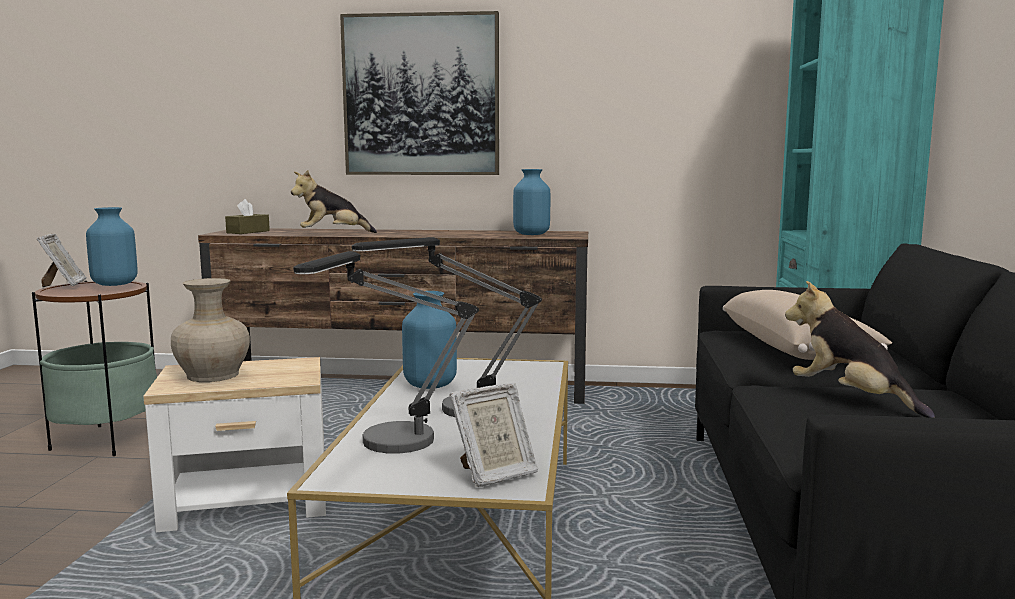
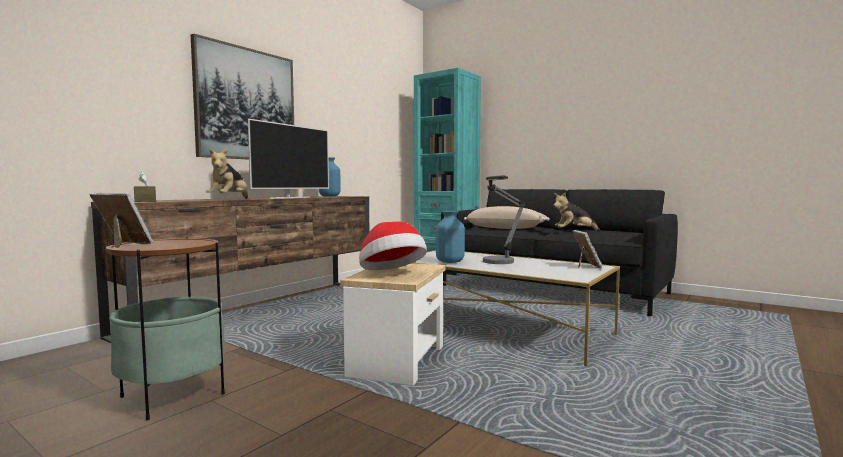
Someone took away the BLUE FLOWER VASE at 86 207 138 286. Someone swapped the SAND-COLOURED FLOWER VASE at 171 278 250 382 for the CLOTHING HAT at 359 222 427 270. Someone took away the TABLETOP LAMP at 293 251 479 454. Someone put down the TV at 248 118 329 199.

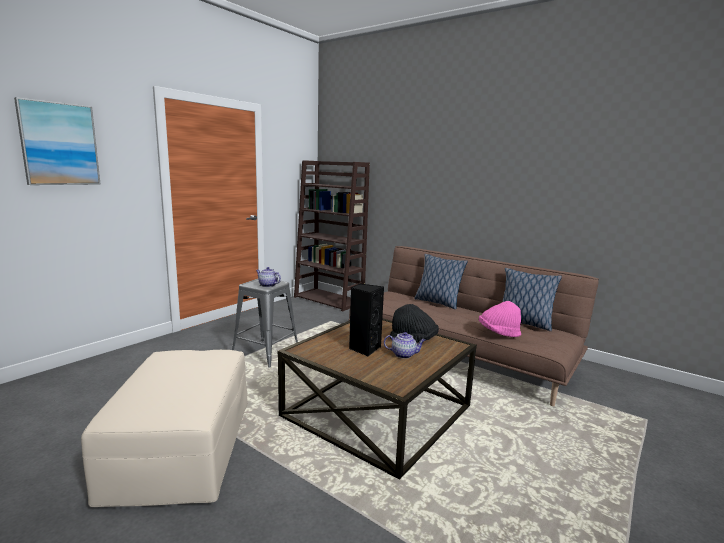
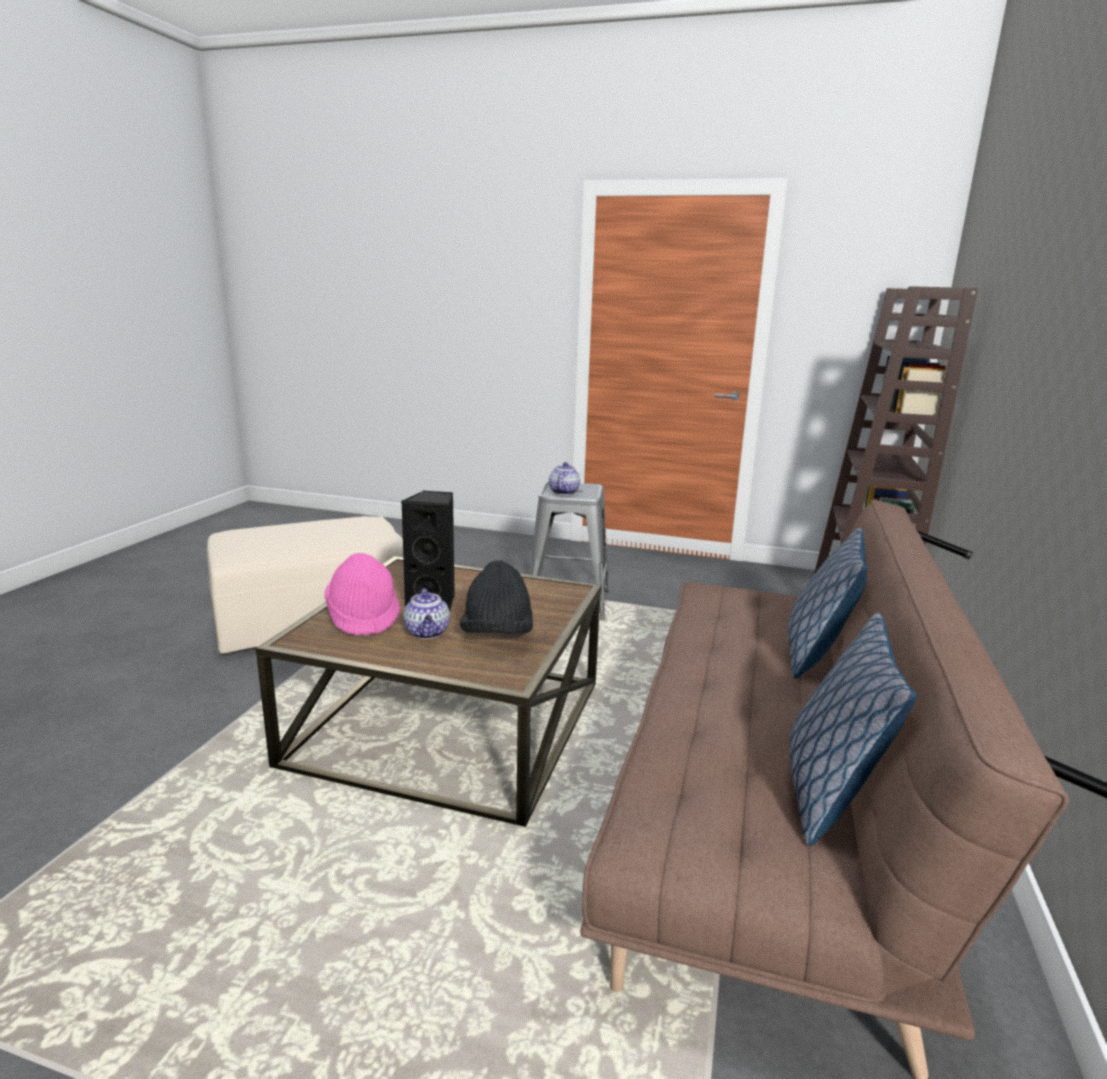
Someone took away the WALL PICTURE at 14 97 101 185. Someone carried the PINK-COLOURED CLOTHING HAT from 479 301 521 337 to 325 553 400 635.

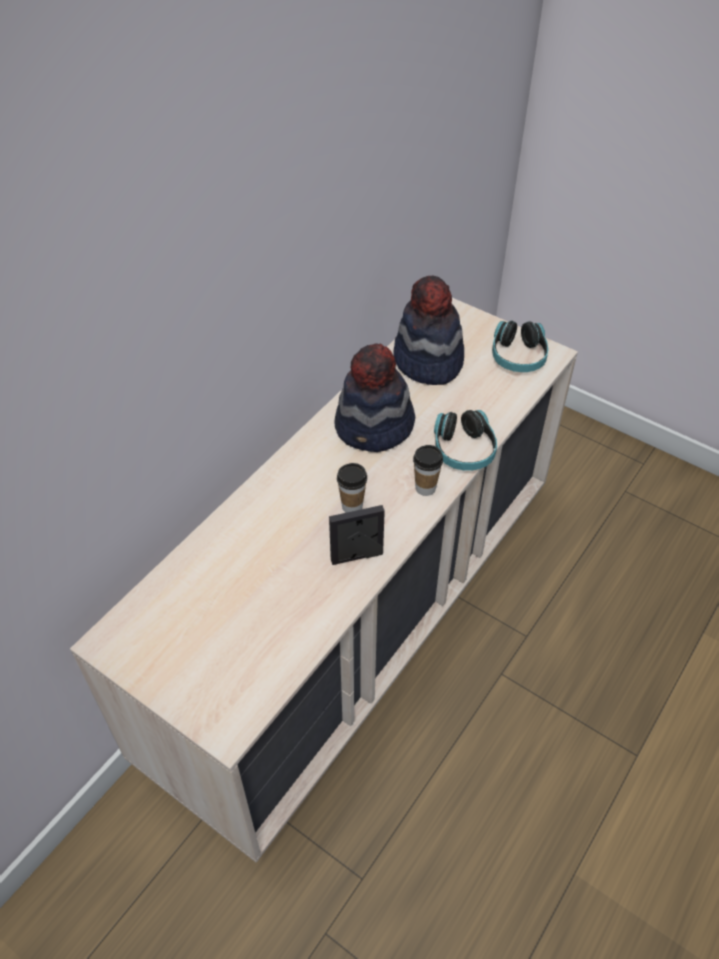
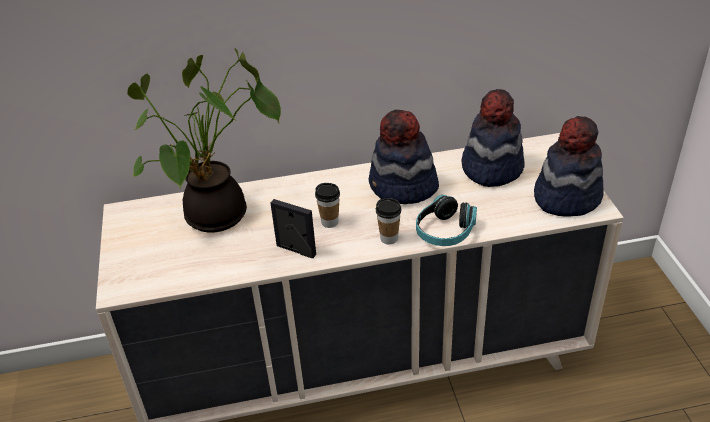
Someone swapped the HEADPHONES at 492 321 548 372 for the CLOTHING HAT at 534 116 604 217. Someone put down the POTTED PLANT at 127 48 281 233.

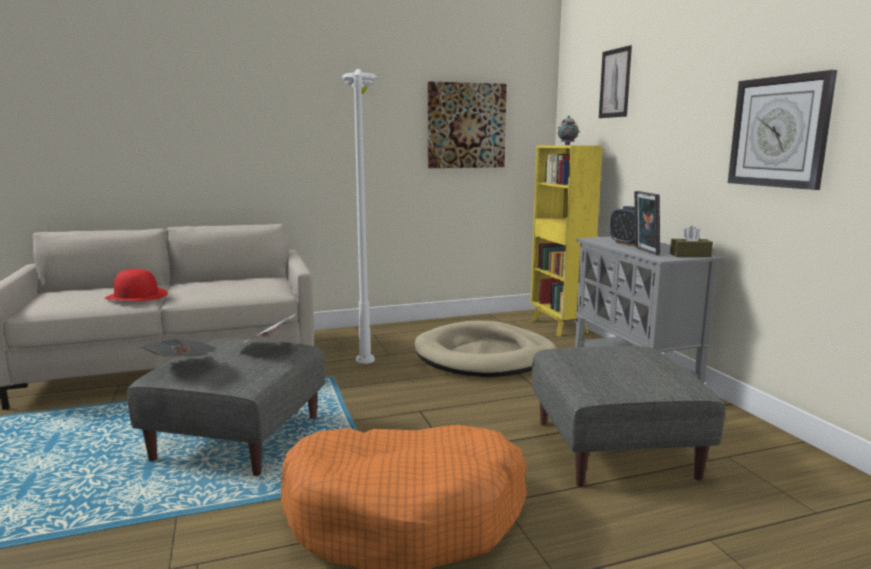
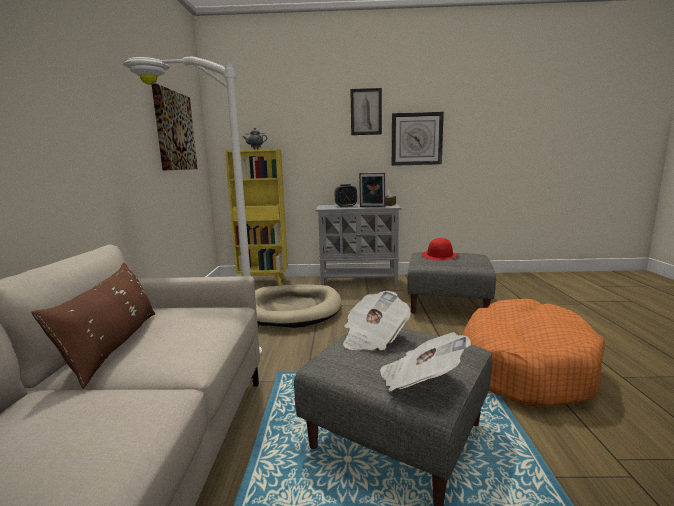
Someone carried the RED-COLOURED CLOTHING HAT from 104 269 168 301 to 422 238 459 261. Someone carried the WALL PICTURE from 599 45 632 118 to 350 88 382 135. Someone put down the BROWN-COLOURED THROW PILLOW at 32 262 155 389.

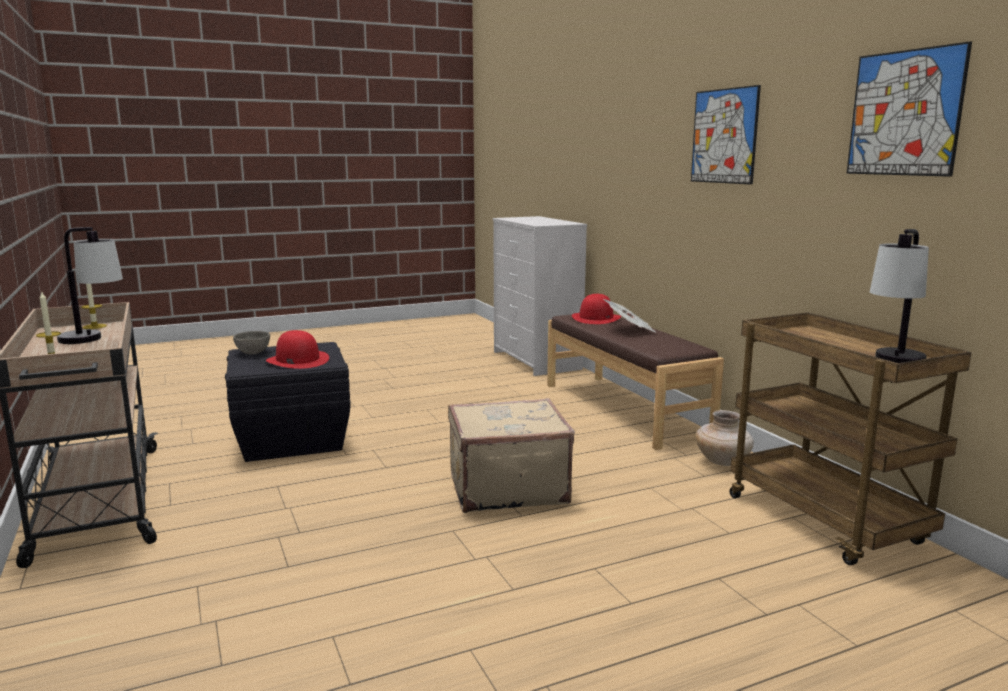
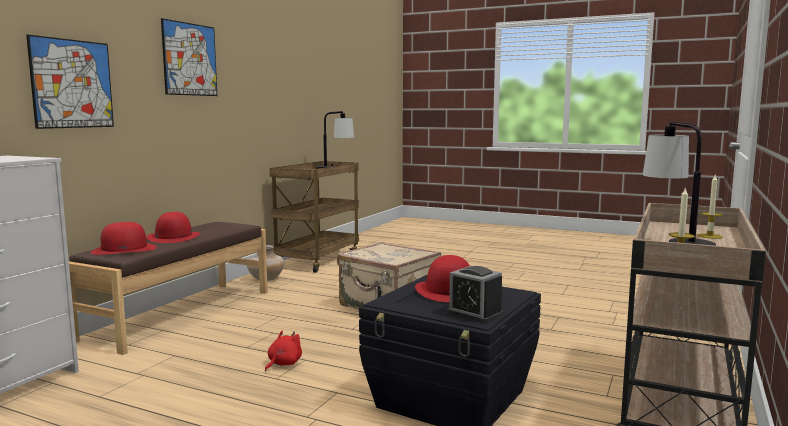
Someone swapped the GRAY SERVING BOWL at 233 331 270 355 for the ALARM CLOCK at 447 266 503 323. Someone swapped the DAILY PAPER at 603 299 657 333 for the RED-COLOURED CLOTHING HAT at 146 212 200 243. Someone carried the WALL PICTURE from 846 41 972 177 to 26 35 114 129. Someone put down the RED-COLOURED CUDDLY TOY at 265 330 302 372.

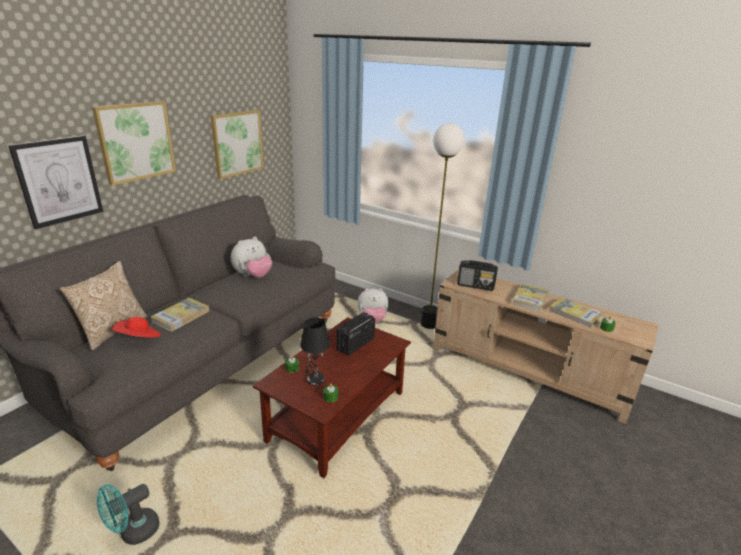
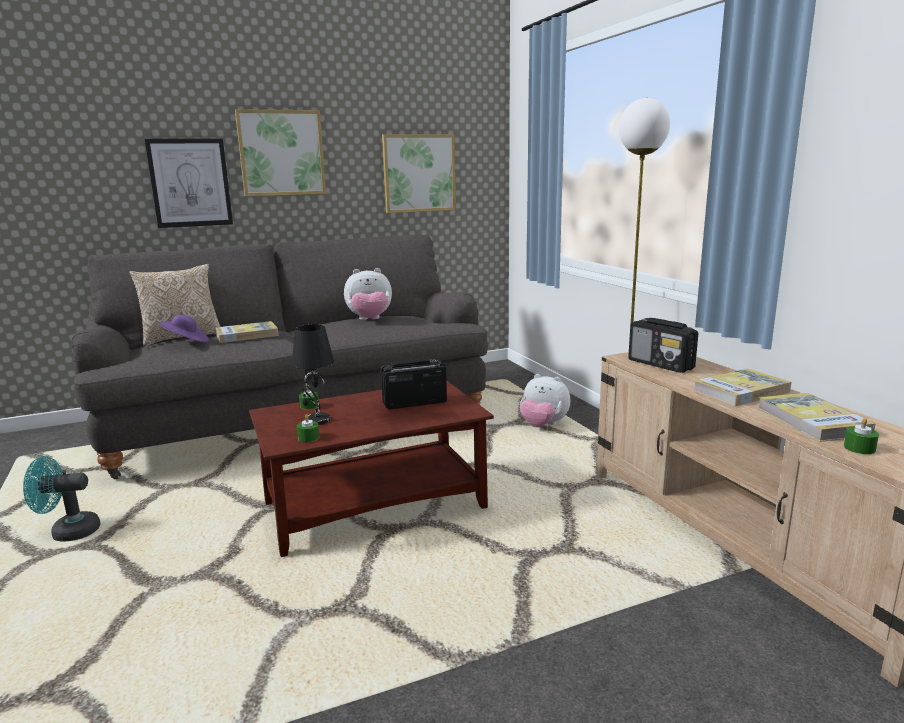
Someone repainted the RED-COLOURED CLOTHING HAT at 112 317 161 338, which became the PURPLISH CLOTHING HAT at 157 315 209 343.

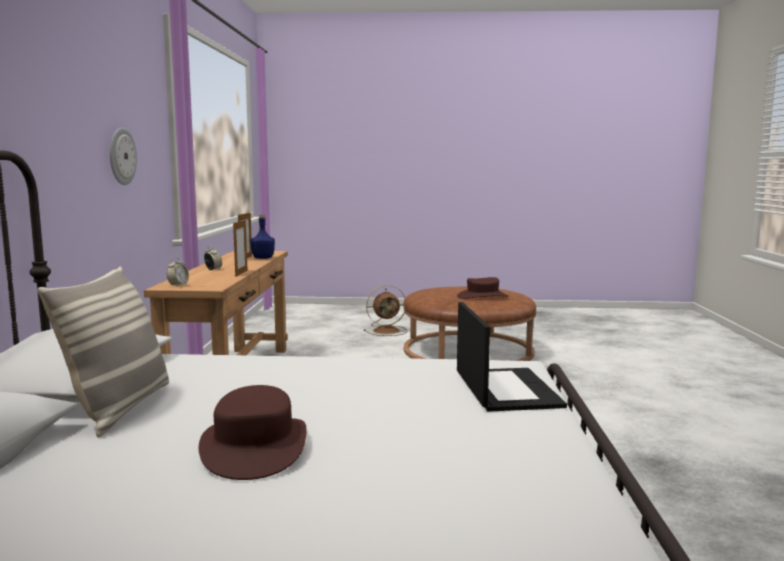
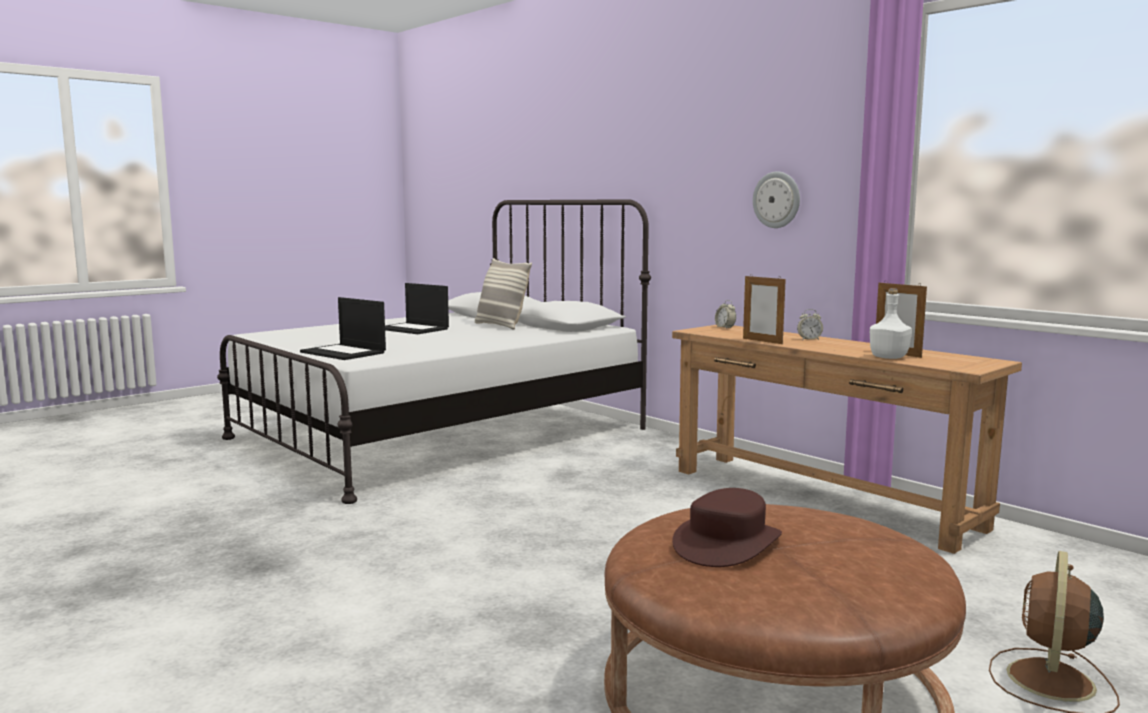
Someone swapped the BROWN-COLOURED CLOTHING HAT at 199 385 306 480 for the NOTEBOOK COMPUTER at 385 283 449 334. Someone repainted the BLUE BEVERAGE BOTTLE at 251 215 275 259, which became the WHITISH BEVERAGE BOTTLE at 870 288 912 359.

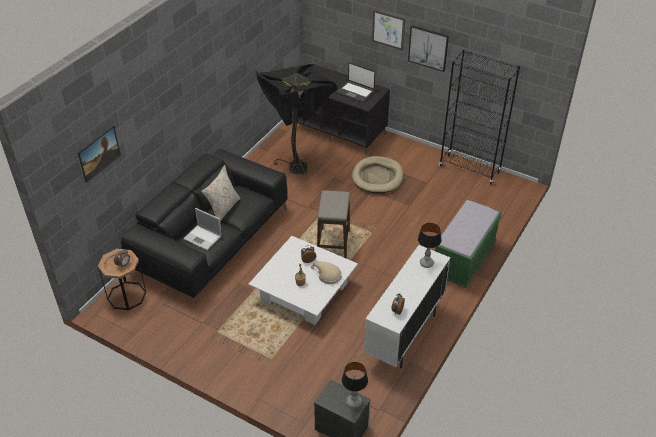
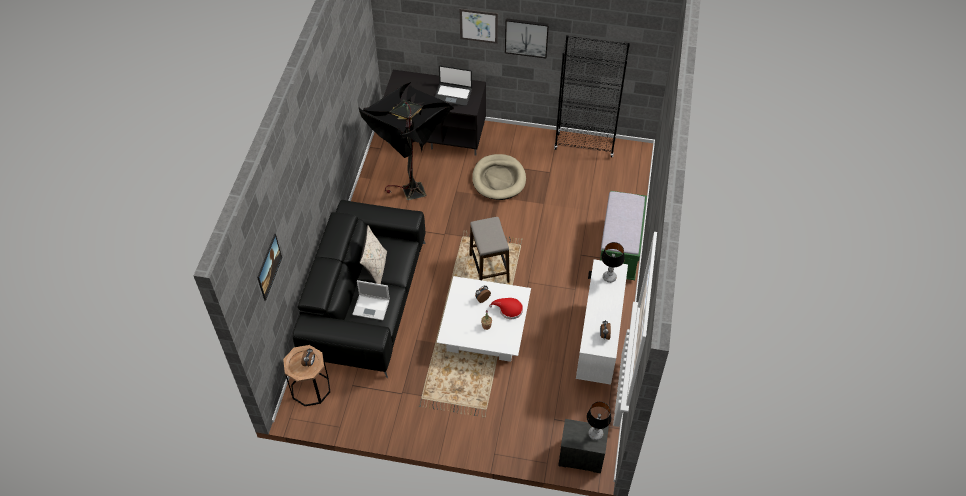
Someone repainted the SAND-COLOURED CLOTHING HAT at 311 262 342 284, which became the RED-COLOURED CLOTHING HAT at 489 298 523 319.

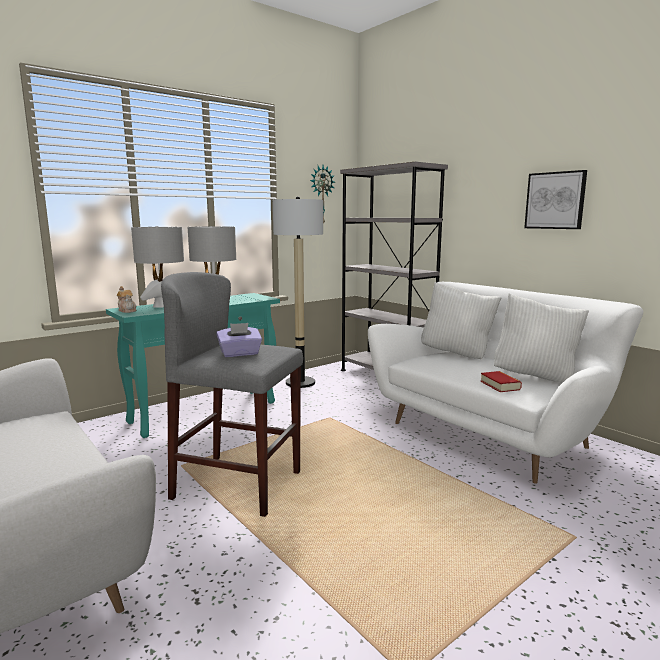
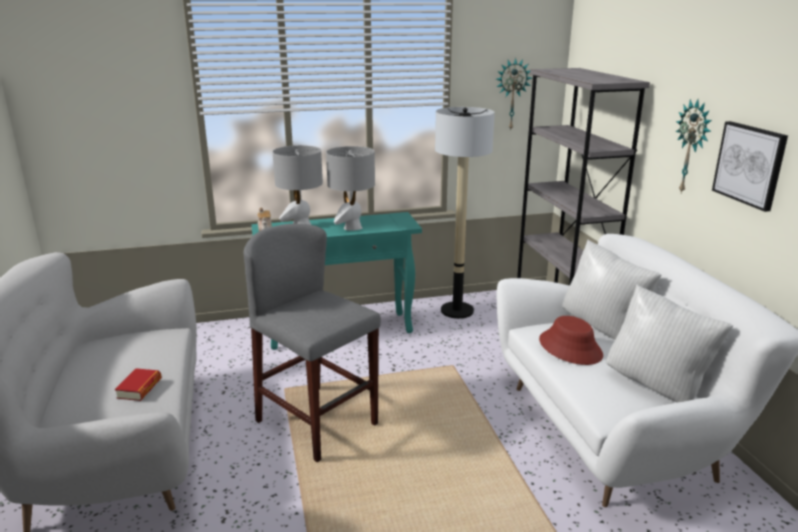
Someone took away the PURPLISH BOX OF TISSUES at 216 323 262 357. Someone carried the BOUND BOOK from 480 371 522 392 to 115 368 162 401. Someone put down the RED-COLOURED CLOTHING HAT at 539 316 603 365. Someone put up the CLOCK ON THE WALL at 676 99 712 193.

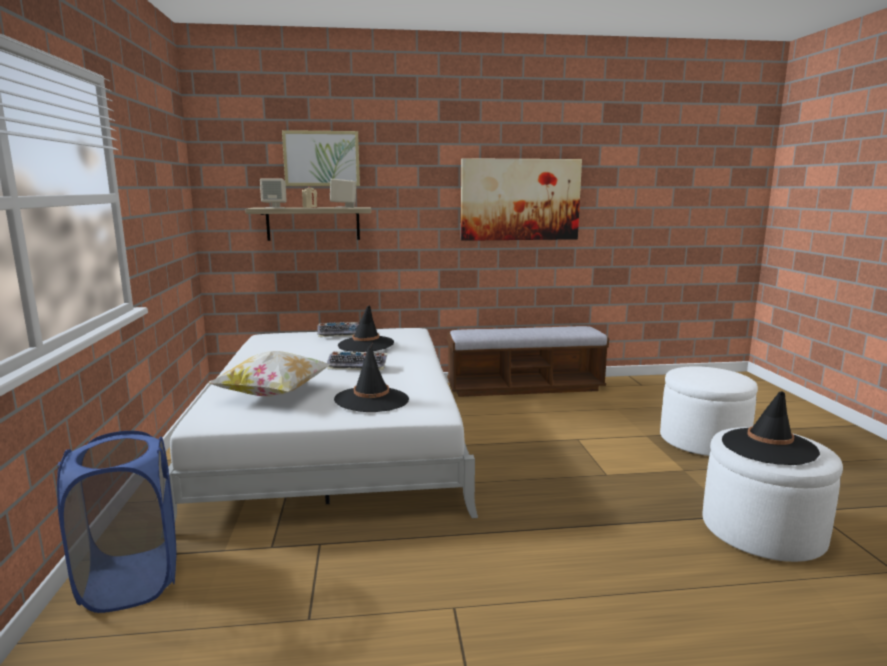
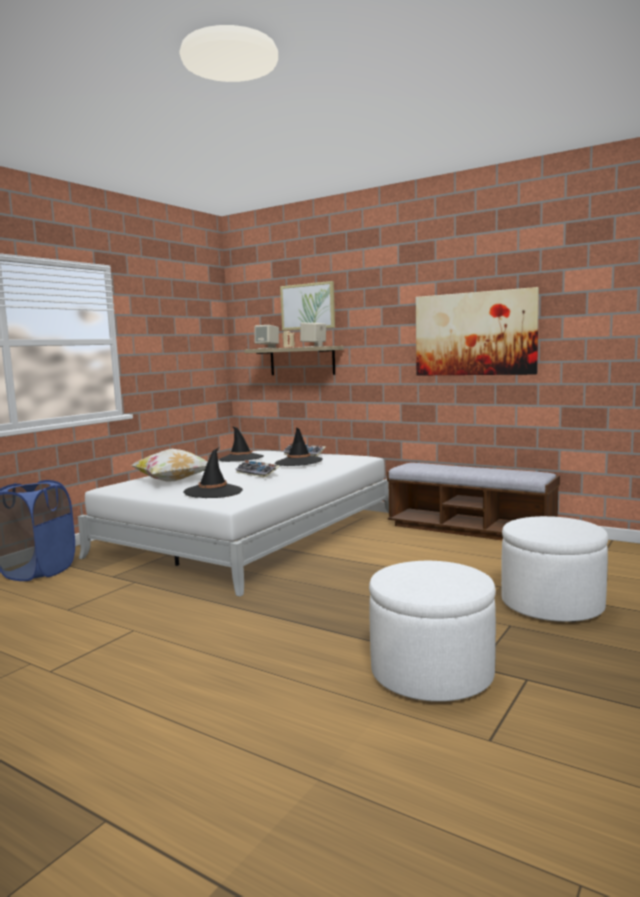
Someone carried the BLACK CLOTHING HAT from 722 391 820 465 to 218 426 263 462.

